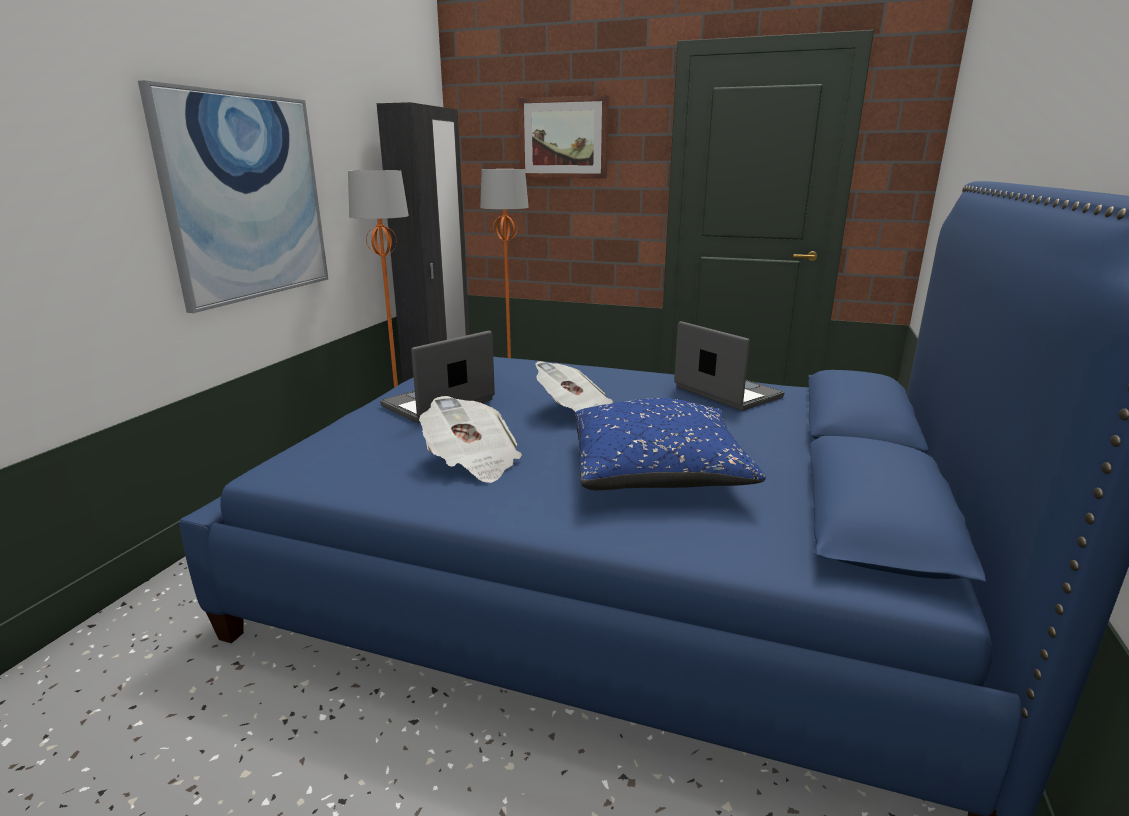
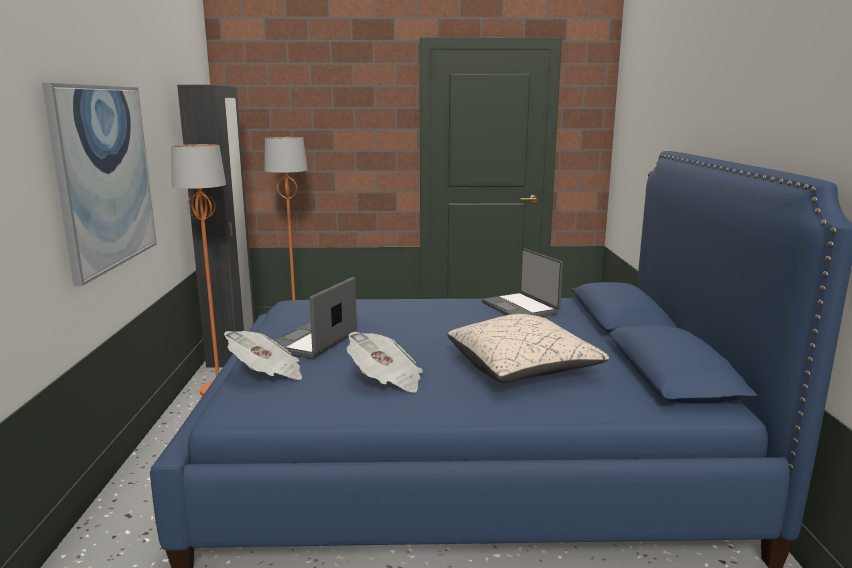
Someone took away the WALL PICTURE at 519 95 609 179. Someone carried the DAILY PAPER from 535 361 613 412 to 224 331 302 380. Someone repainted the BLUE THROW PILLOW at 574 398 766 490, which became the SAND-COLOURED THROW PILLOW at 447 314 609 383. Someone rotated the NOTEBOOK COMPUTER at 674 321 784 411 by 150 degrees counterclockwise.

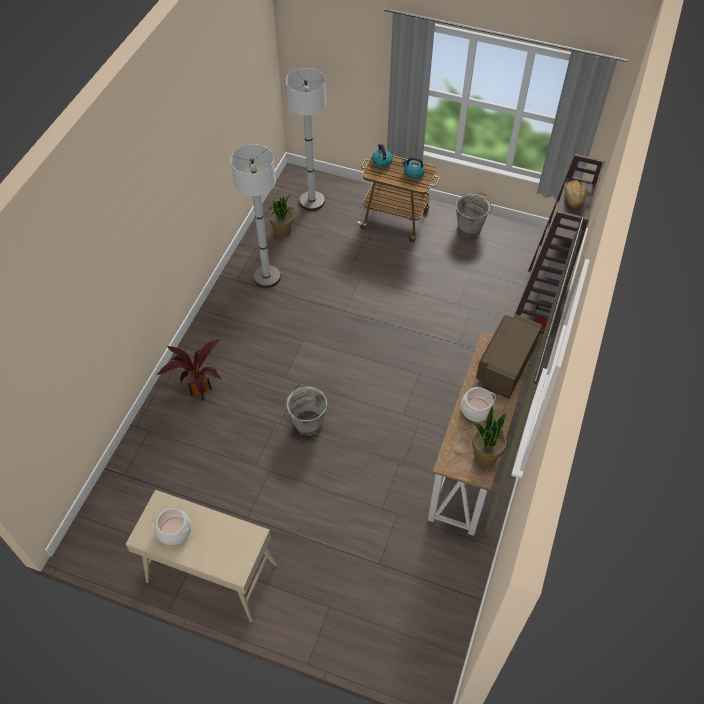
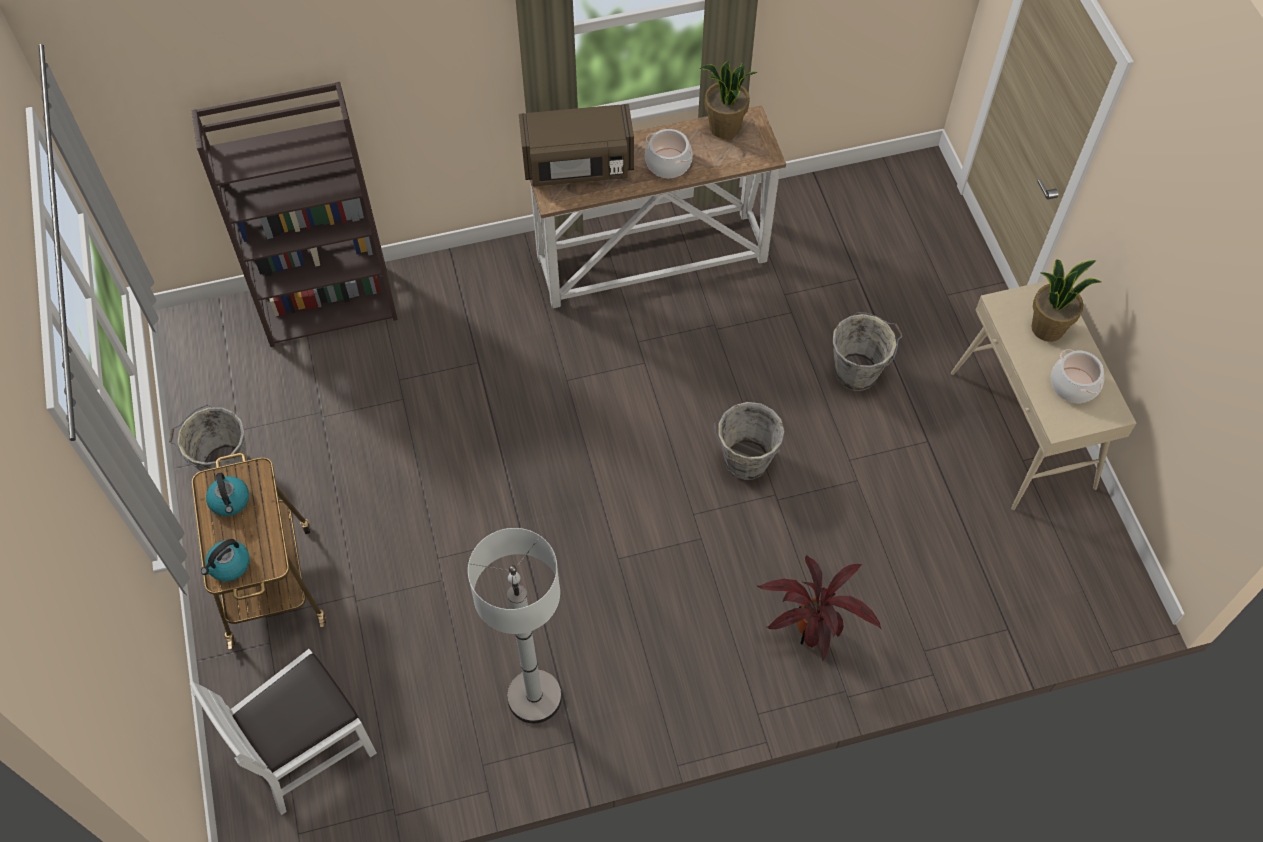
Someone carried the POTTED PLANT from 268 194 294 238 to 1031 260 1101 342. Someone swapped the WHITISH FLOOR LAMP at 286 68 326 211 for the WHITISH PLAIN CHAIR at 190 649 377 815. Someone took away the BREAD at 565 181 587 208. Someone put down the GRAY WATER BUCKET at 833 312 903 391.

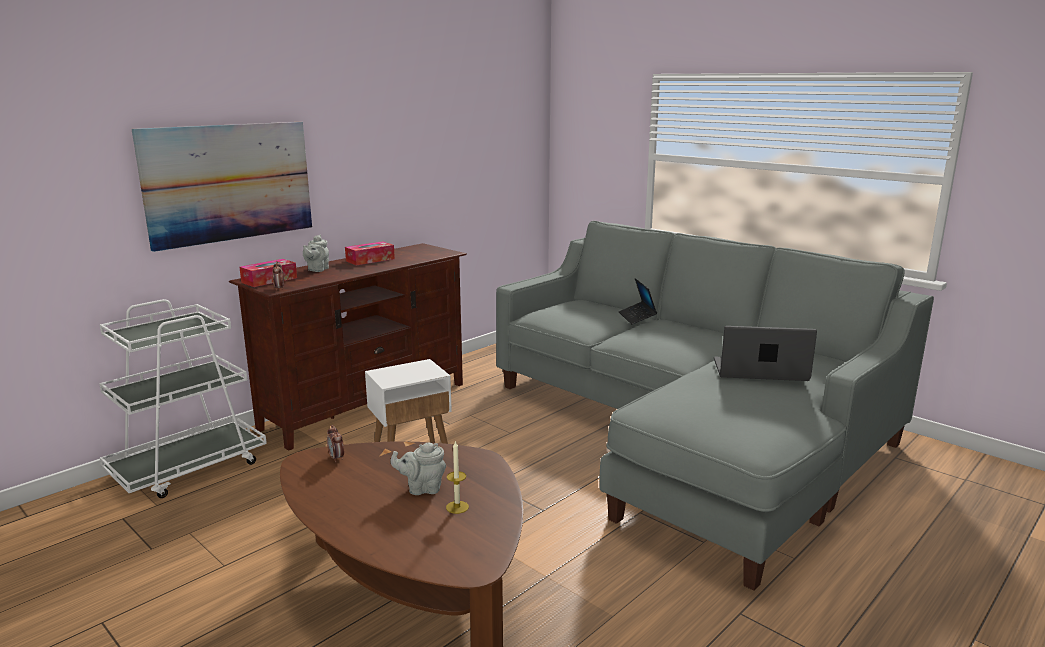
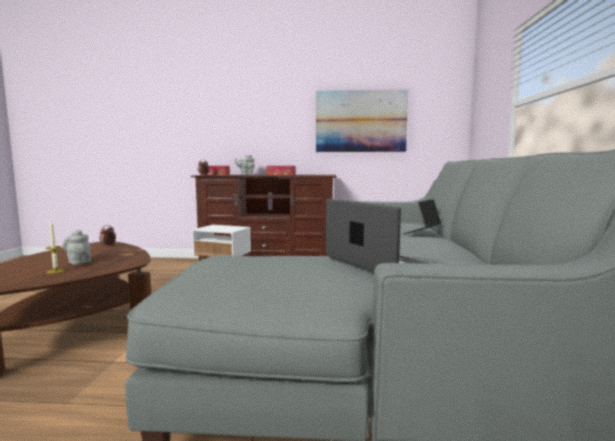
Someone took away the WHITISH CART at 99 299 267 498. Someone carried the WALL PICTURE from 132 122 312 252 to 316 90 408 152.

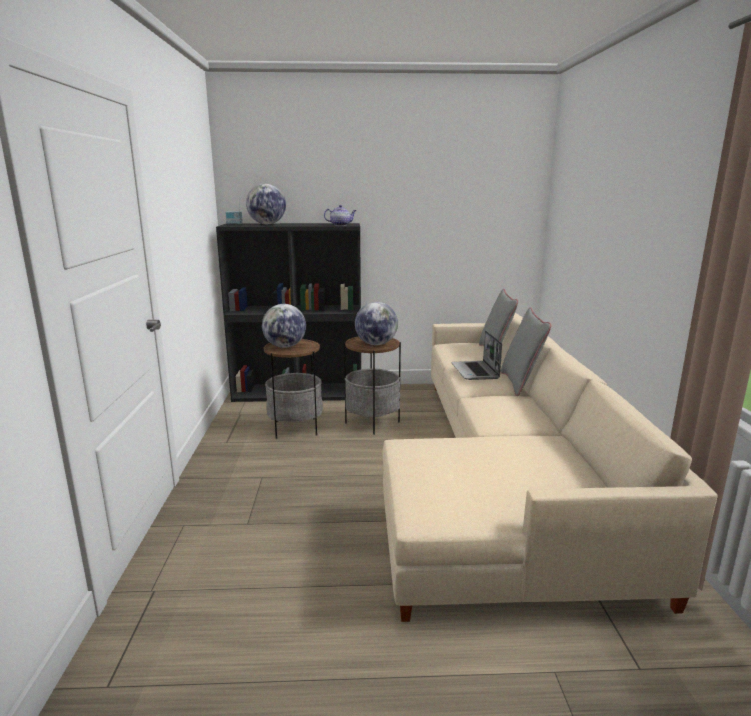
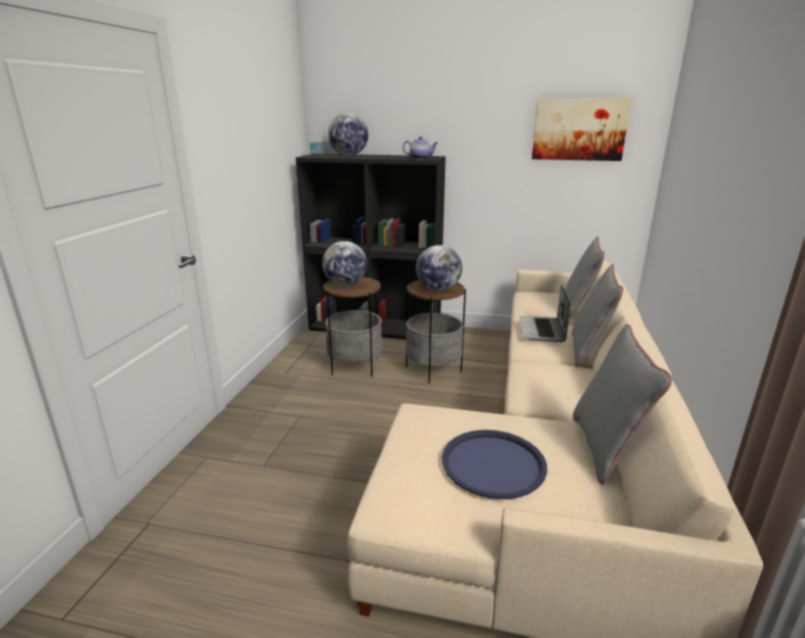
Someone put down the BLUE SERVING TRAY at 442 430 547 499. Someone put up the WALL PICTURE at 532 99 631 161. Someone put down the GRAY THROW PILLOW at 573 324 672 485.

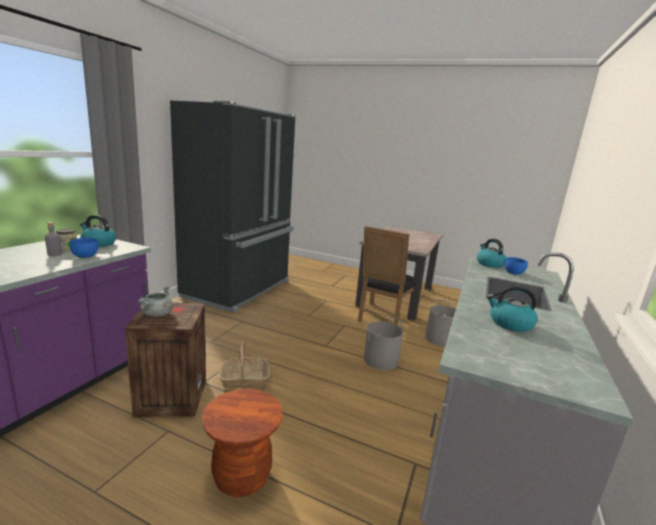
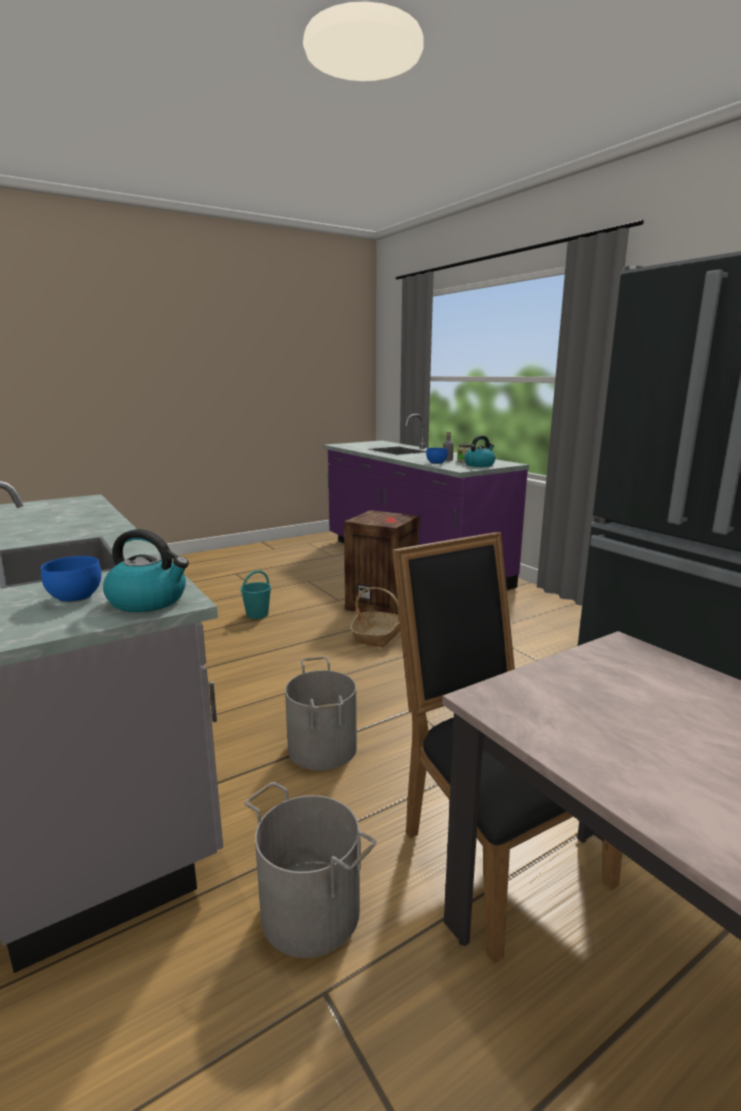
Someone took away the GRAY STOCKPOT at 138 286 173 317. Someone swapped the BROWN-COLOURED STOOL at 202 389 283 497 for the TURQUOISE WATER BUCKET at 240 570 271 619. Someone took away the KETTLE at 487 285 537 332.

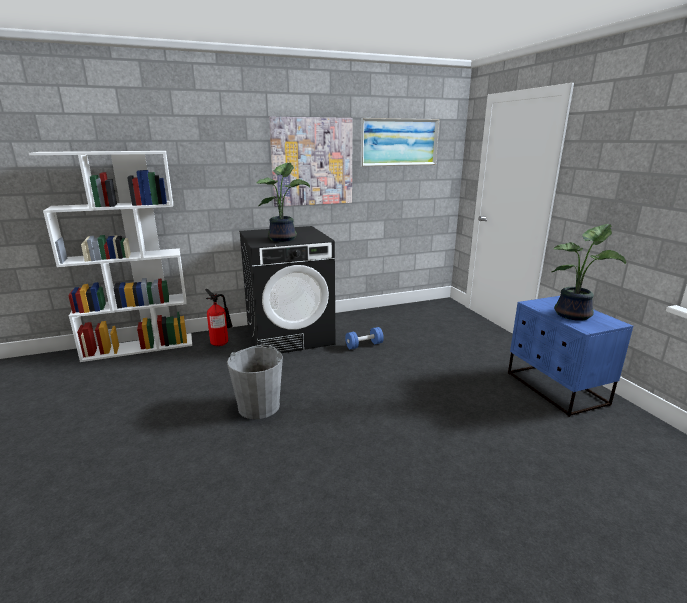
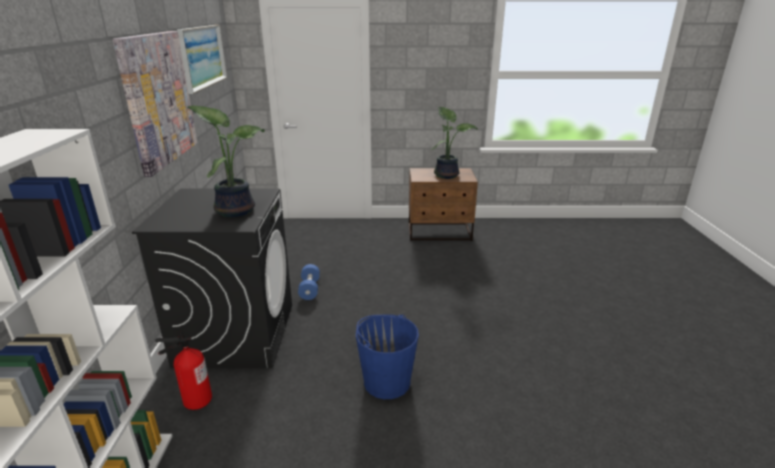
Someone repainted the GRAY WATER BUCKET at 227 345 283 419, which became the BLUE WATER BUCKET at 356 314 419 399. Someone repainted the BLUE BEDSIDE TABLE at 508 296 633 417, which became the BROWN-COLOURED BEDSIDE TABLE at 409 168 478 241.

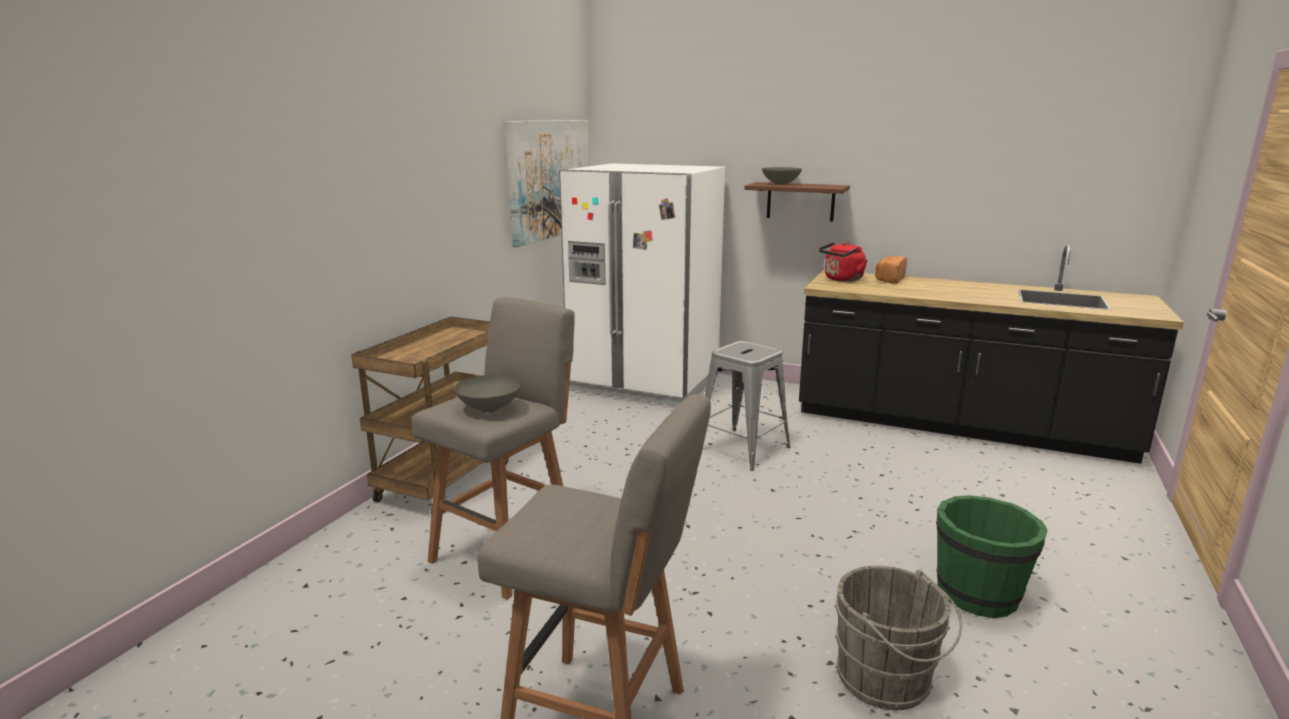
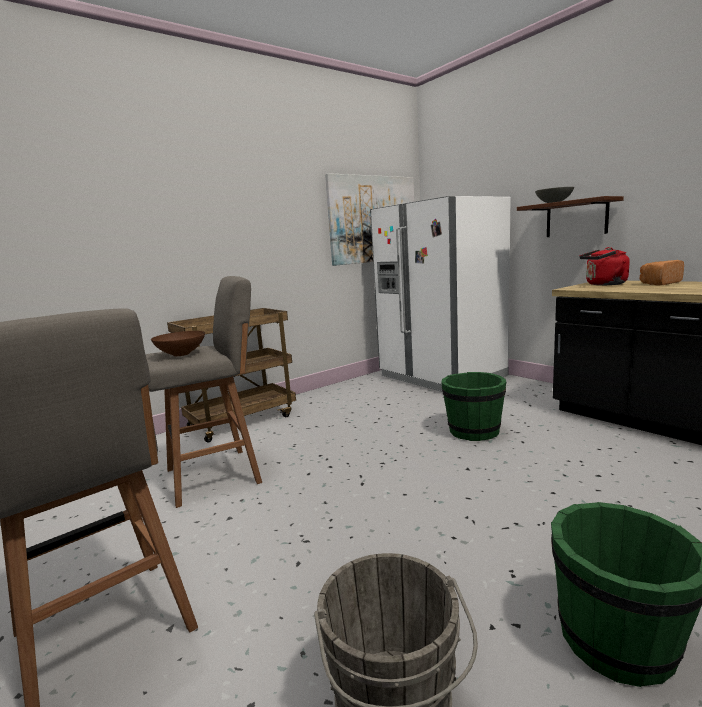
Someone repainted the GRAY SERVING BOWL at 454 375 521 413, which became the BROWN-COLOURED SERVING BOWL at 151 331 205 356. Someone swapped the GRAY STOOL at 705 341 790 471 for the GREEN-COLOURED WATER BUCKET at 441 372 506 441.

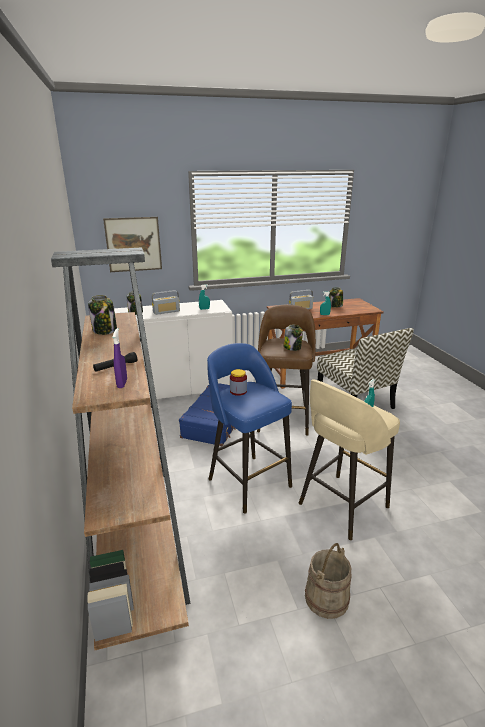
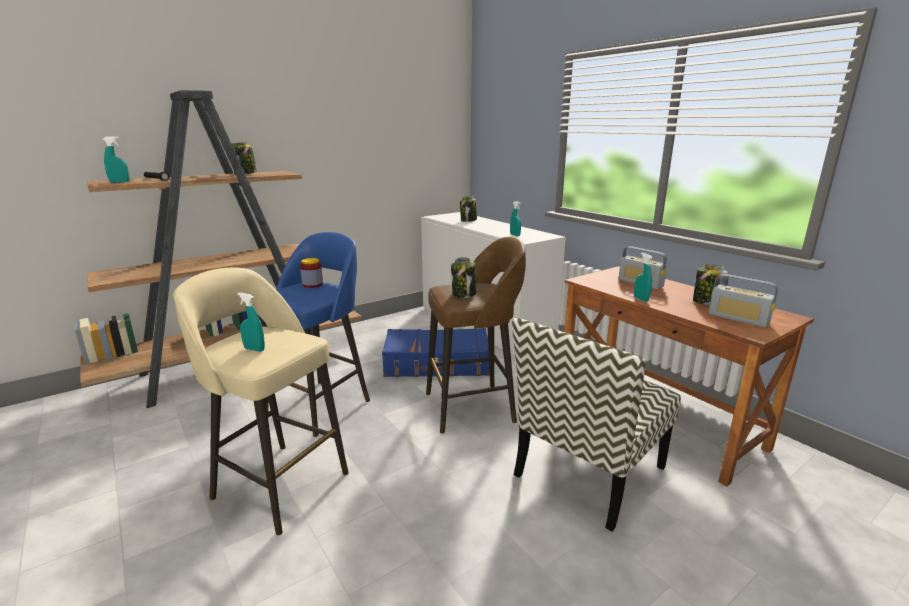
Someone took away the WALL PICTURE at 103 217 162 272. Someone repainted the PURPLISH SPRAYER at 113 328 127 388, which became the TURQUOISE SPRAYER at 103 136 130 183. Someone carried the RADIO SET from 152 290 180 315 to 709 274 778 328. Someone took away the SAND-COLOURED WATER BUCKET at 305 543 352 619.

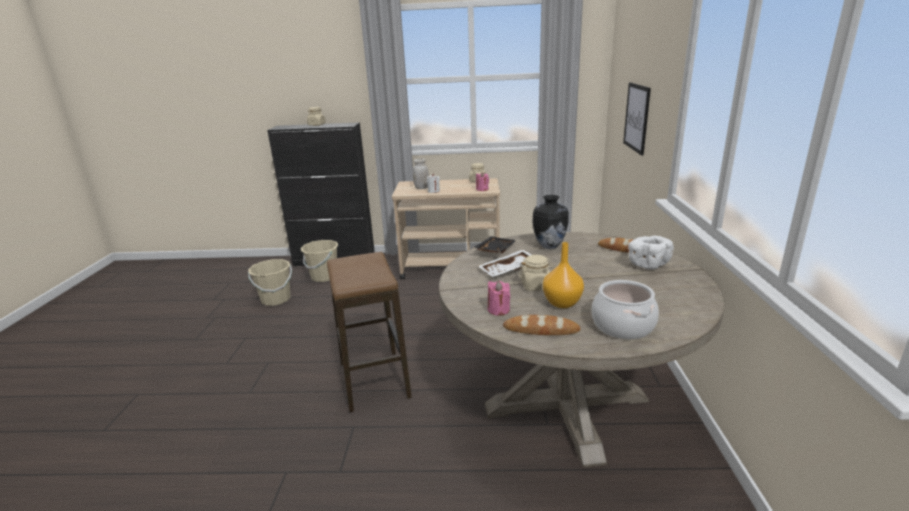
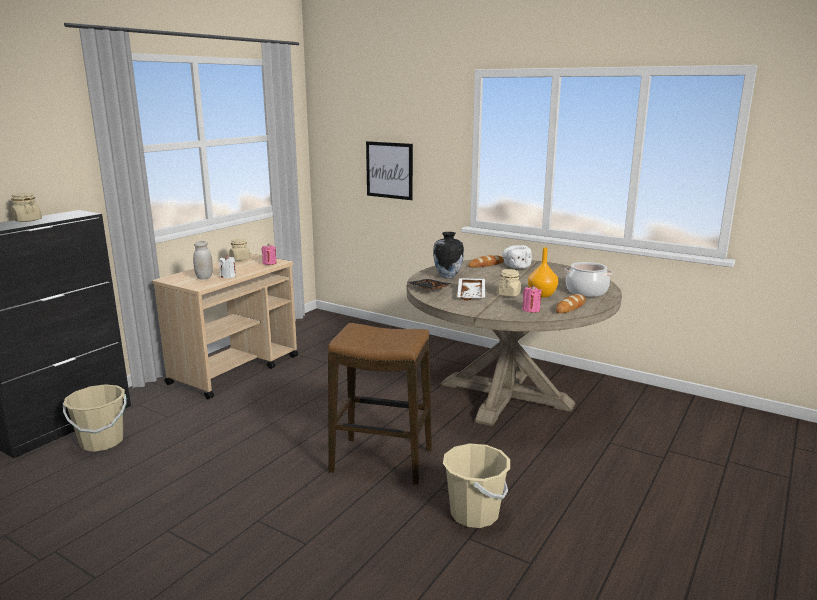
Someone carried the SAND-COLOURED WATER BUCKET from 248 259 292 306 to 443 443 510 528.

